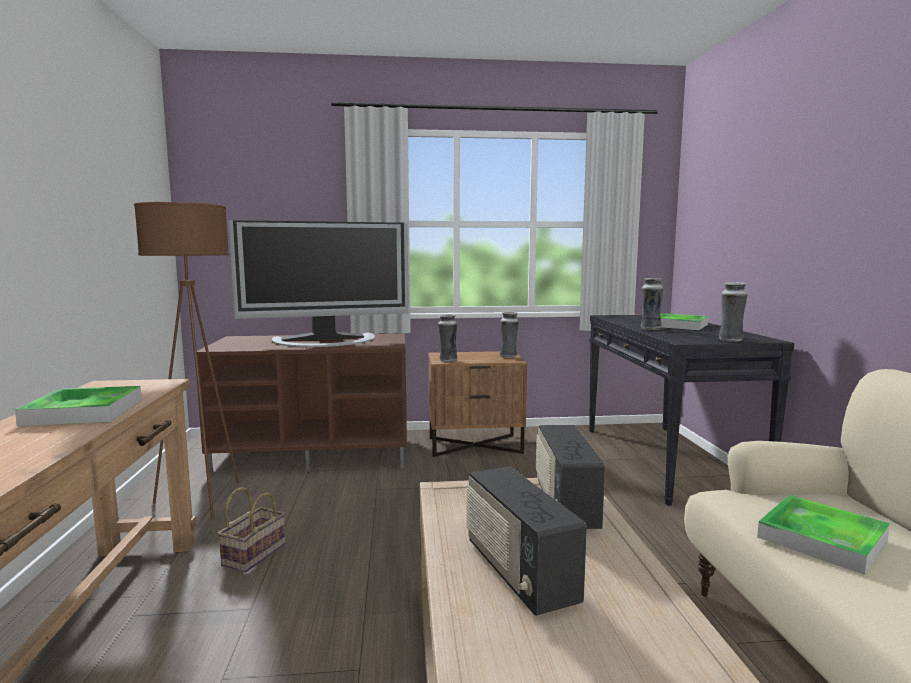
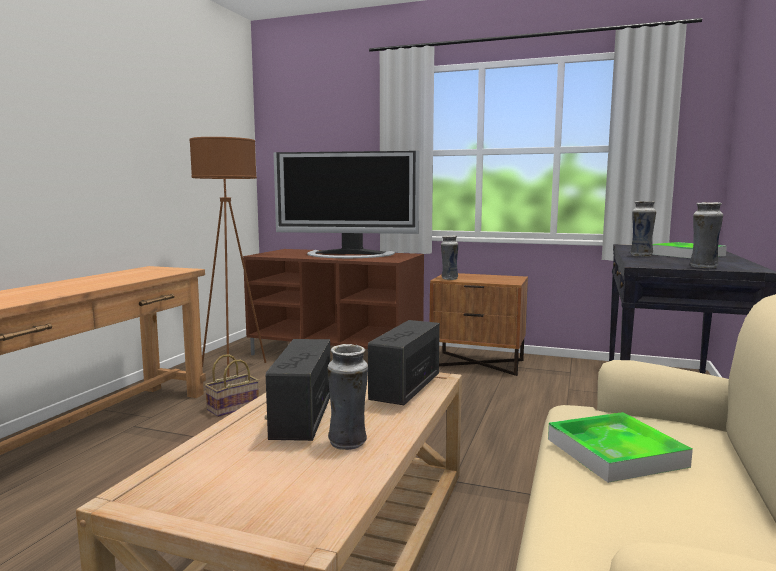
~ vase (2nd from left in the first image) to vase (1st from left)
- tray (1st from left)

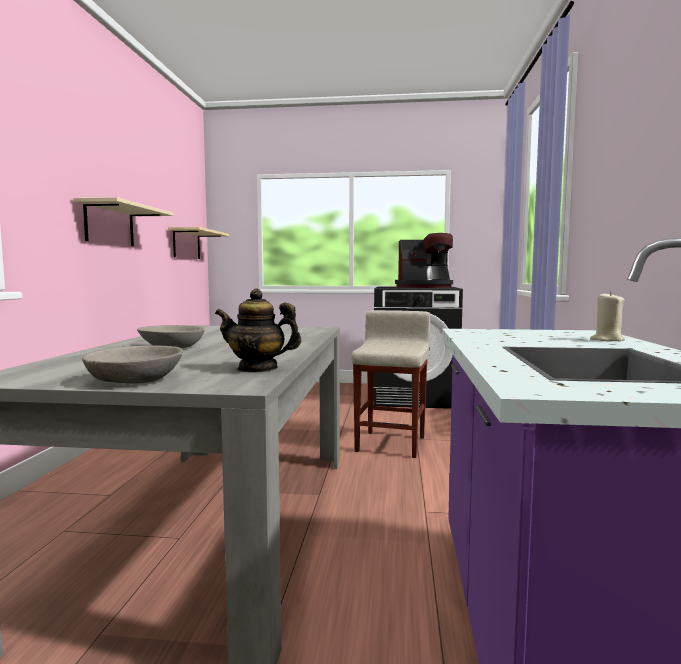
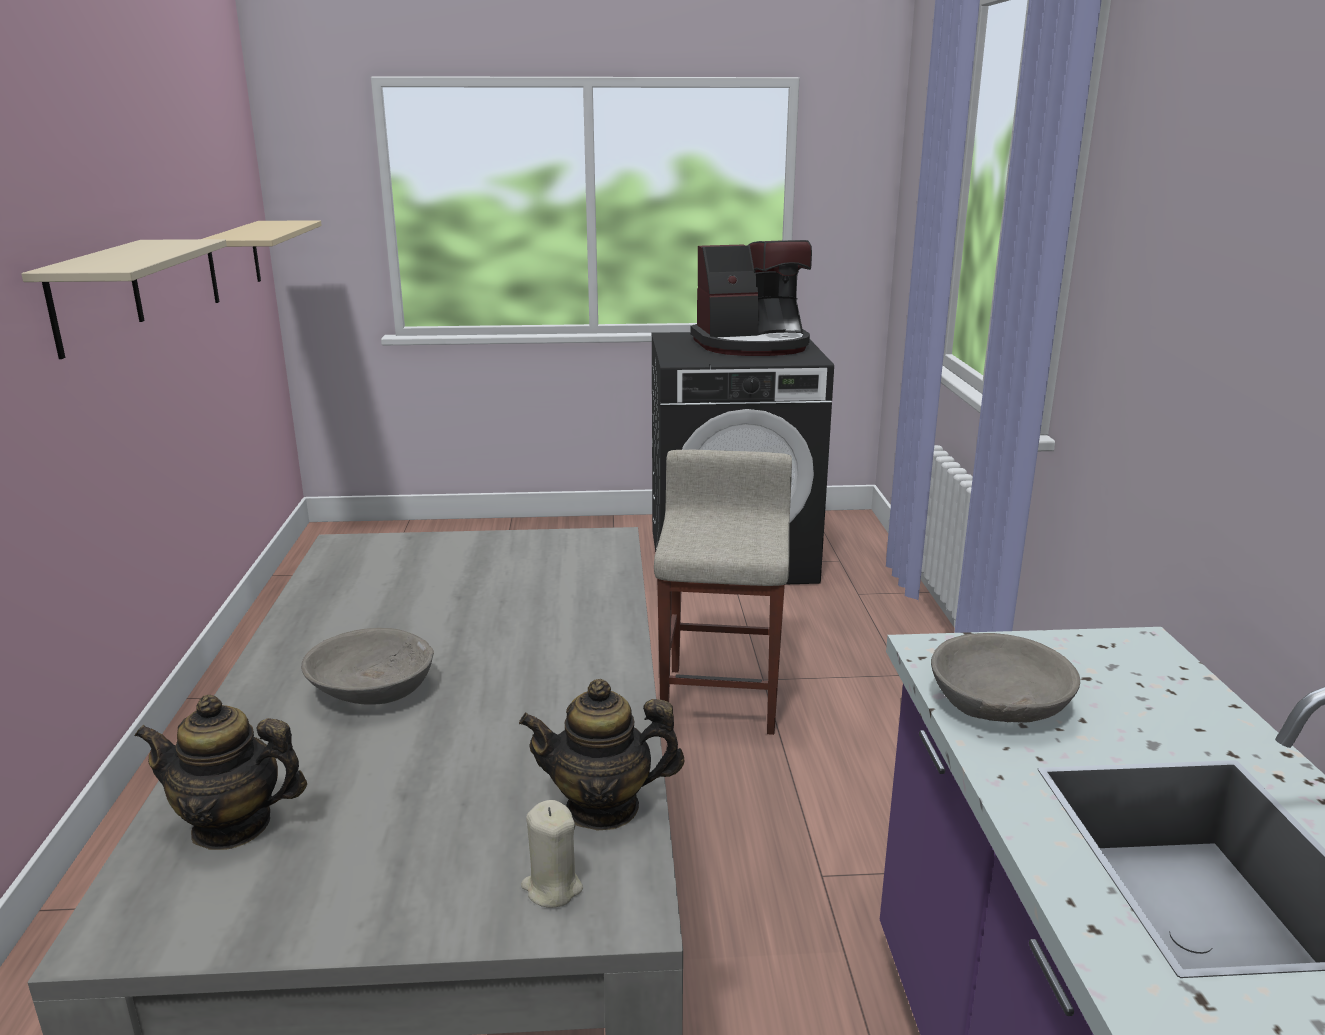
~ beige candle
~ grey bowl (1st from left in the first image) to grey bowl (2nd from left)
+ teapot (1st from left)

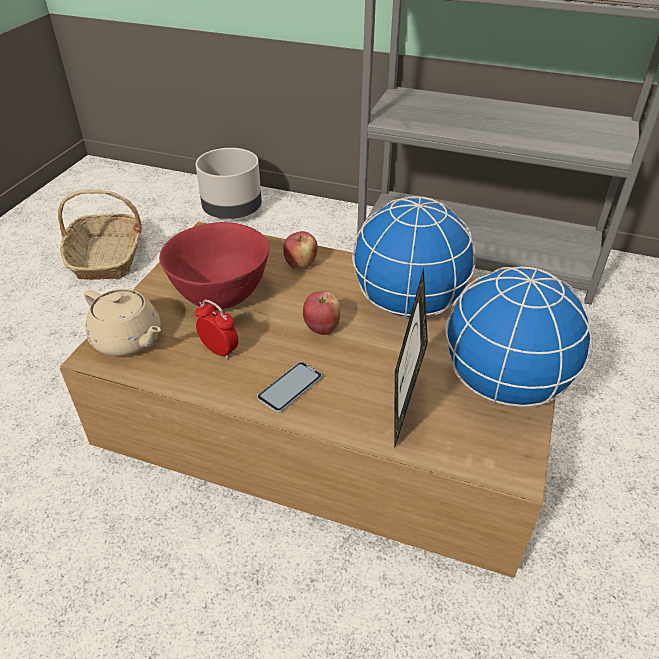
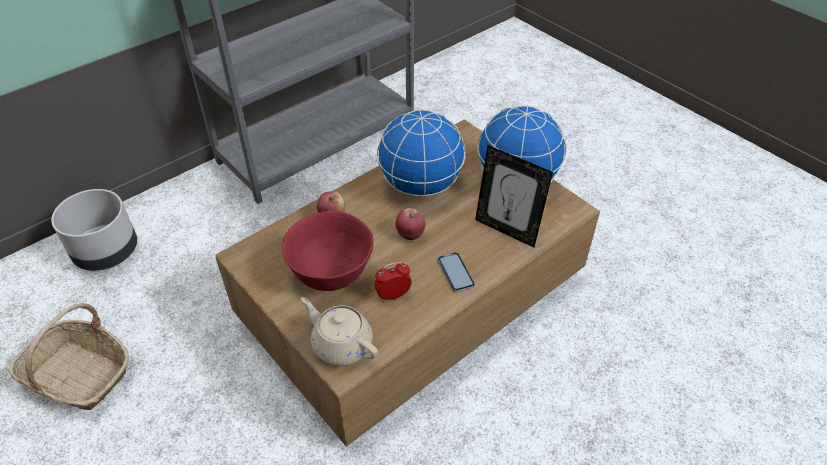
~ beige teapot 120 degrees counterclockwise

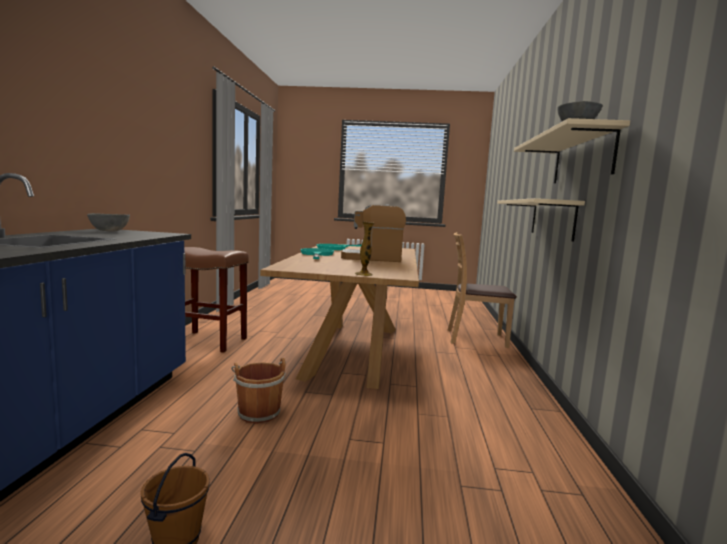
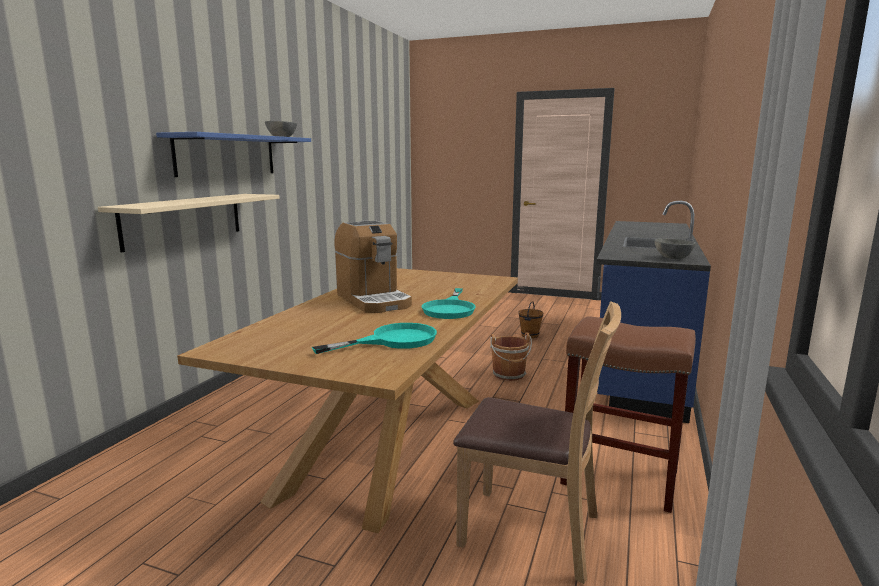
~ beige shelf (2nd from left) to blue shelf
~ coffee machine 45 degrees clockwise
- vase
~ brown chair

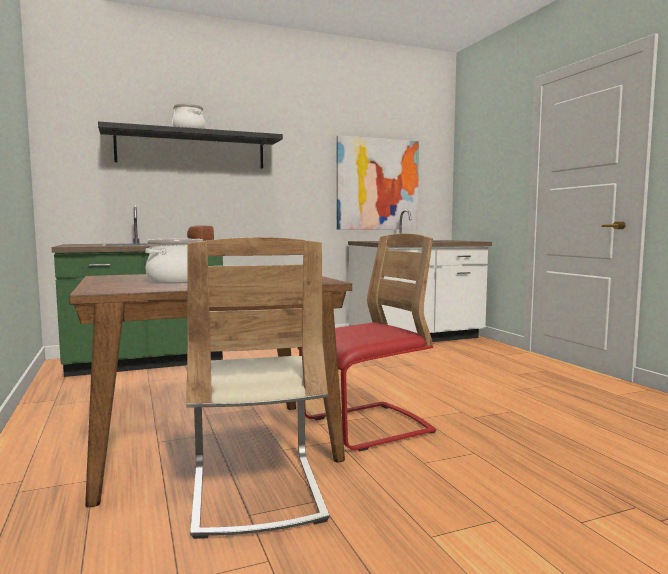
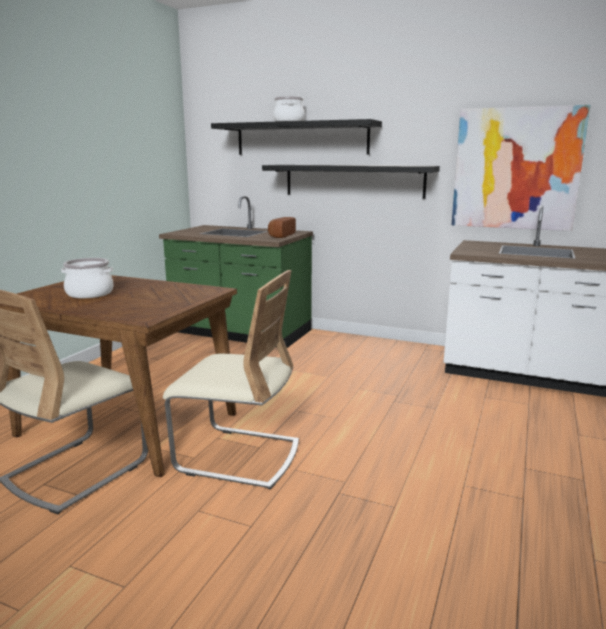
~ red chair to beige chair (2nd from left)
+ black shelf (2nd from left)

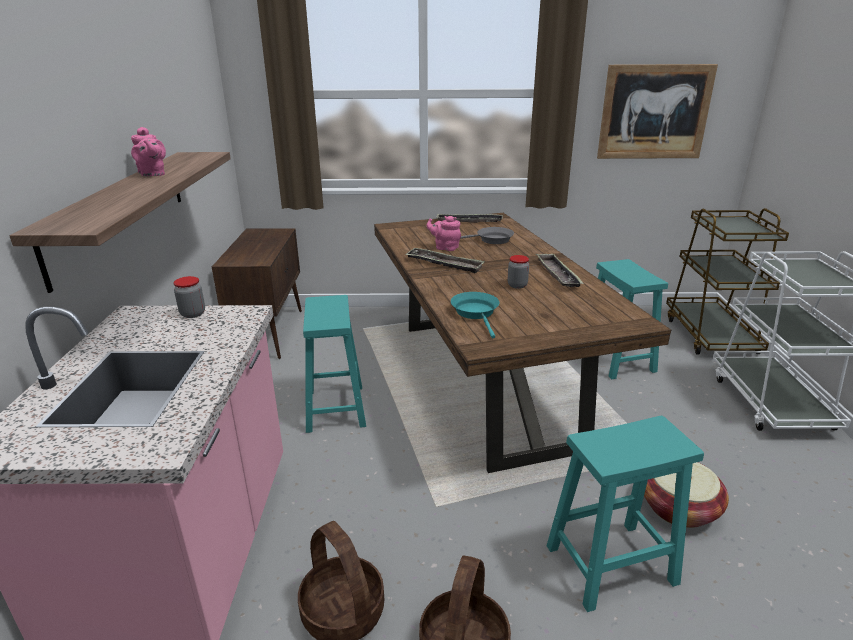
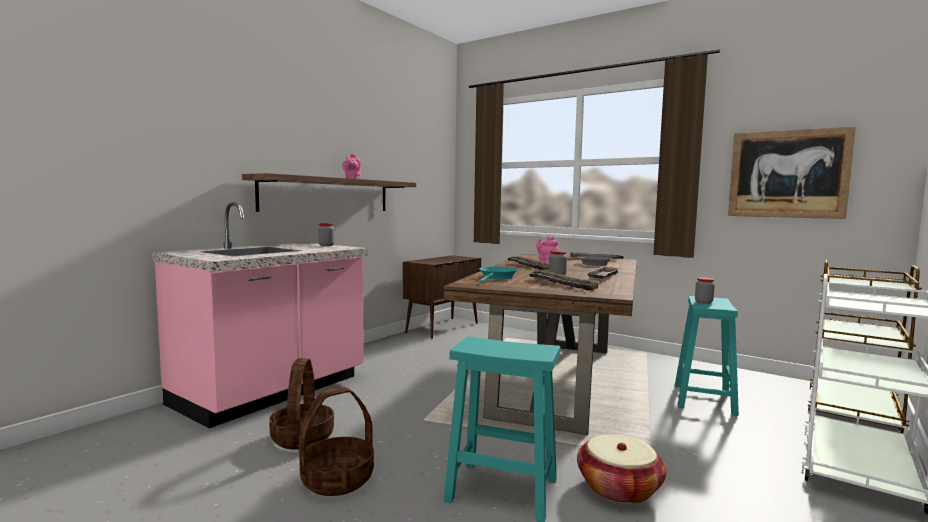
- turquoise stool (1st from left)
+ tray (2nd from left)
+ jar (3rd from left)

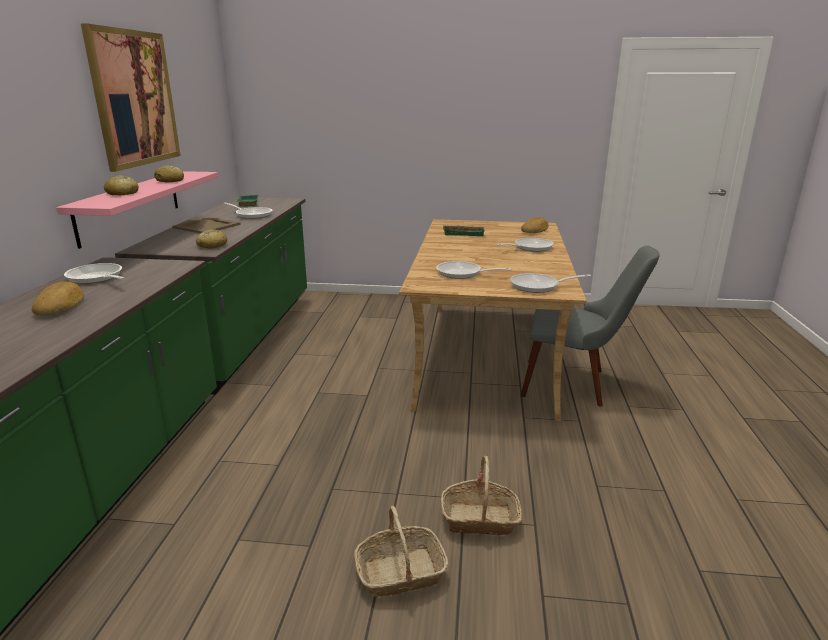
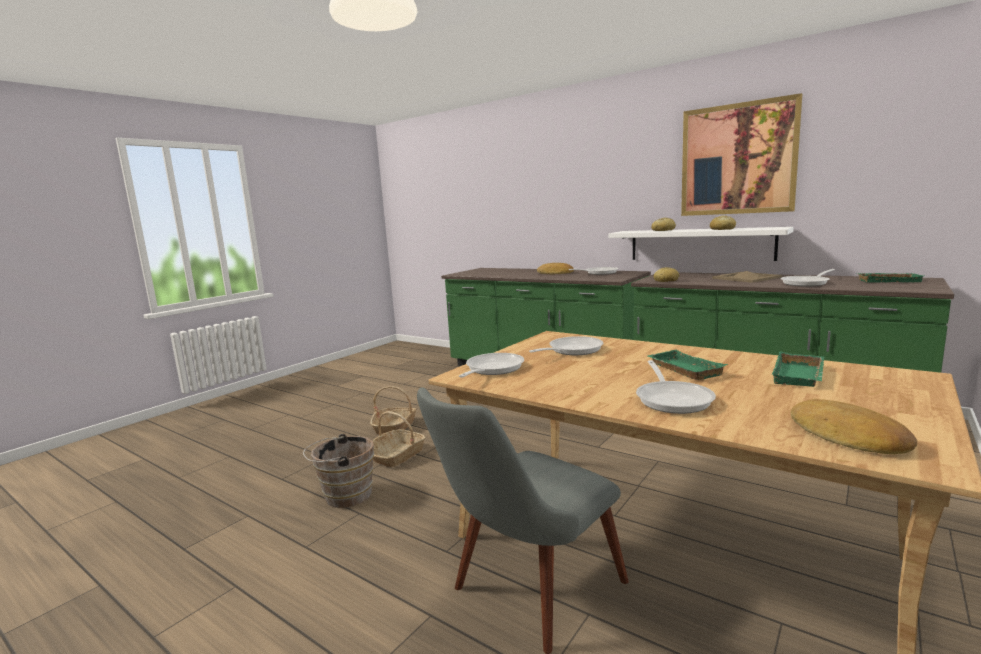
~ pink shelf to white shelf
+ green tray (1st from left)
+ brown bucket

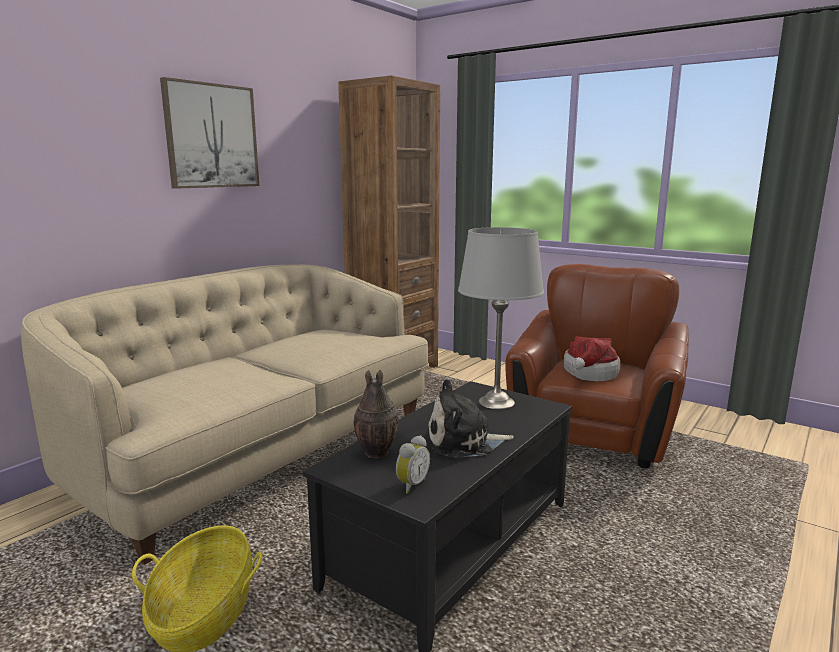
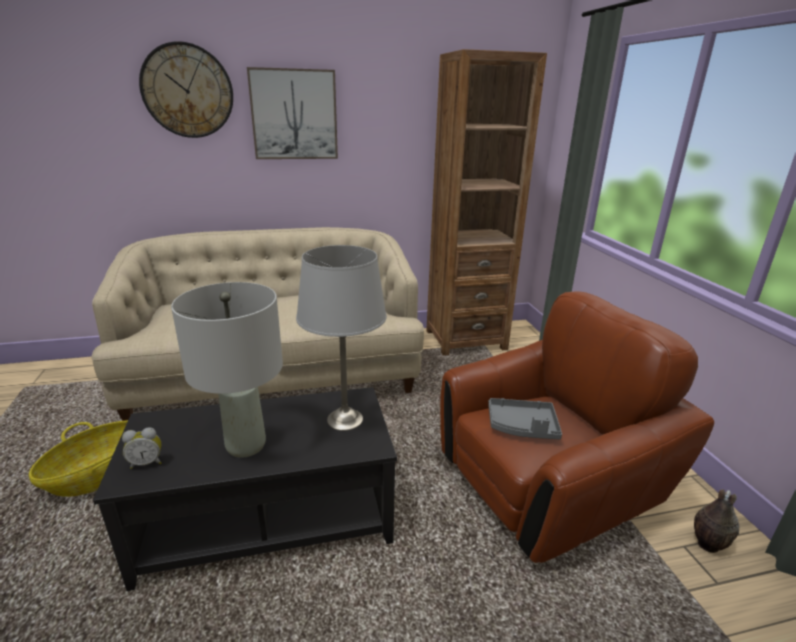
~ hat to grey tray
~ vase
~ plush toy to grey table lamp (1st from left)
+ wall clock

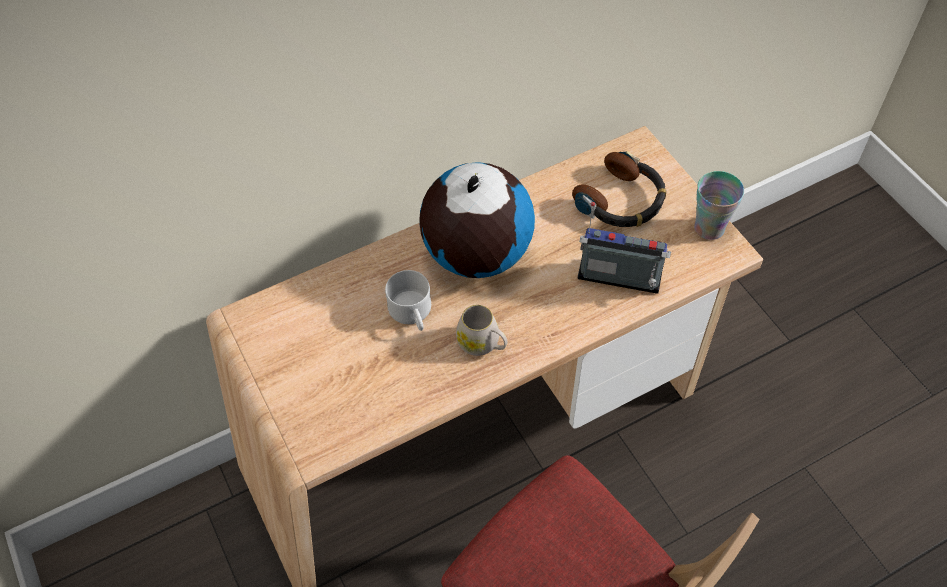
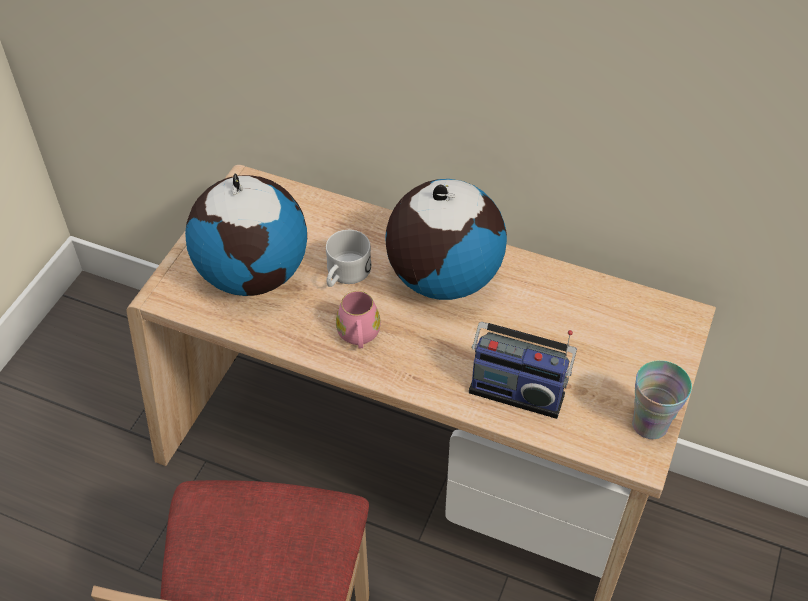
- headphones
~ radio 135 degrees clockwise
~ white mug (2nd from left) to pink mug
+ globe (1st from left)

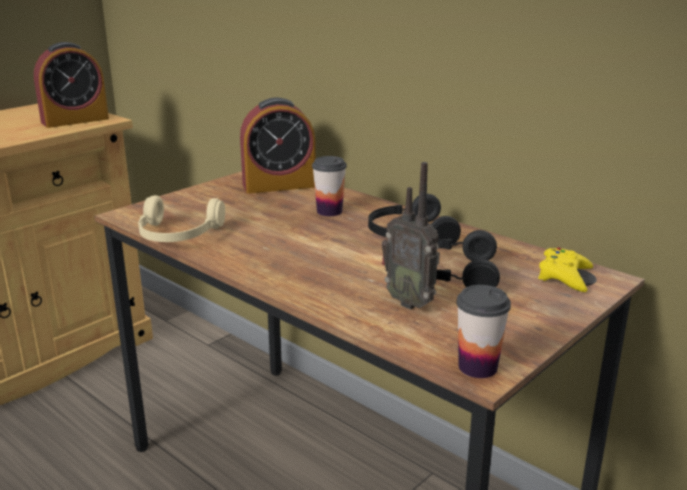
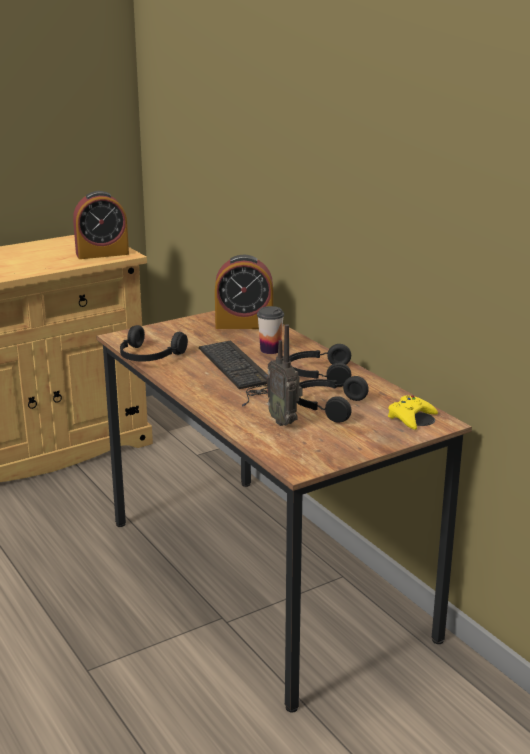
~ beige headphones to black headphones (1st from left)
- cup (2nd from left)
+ keyboard

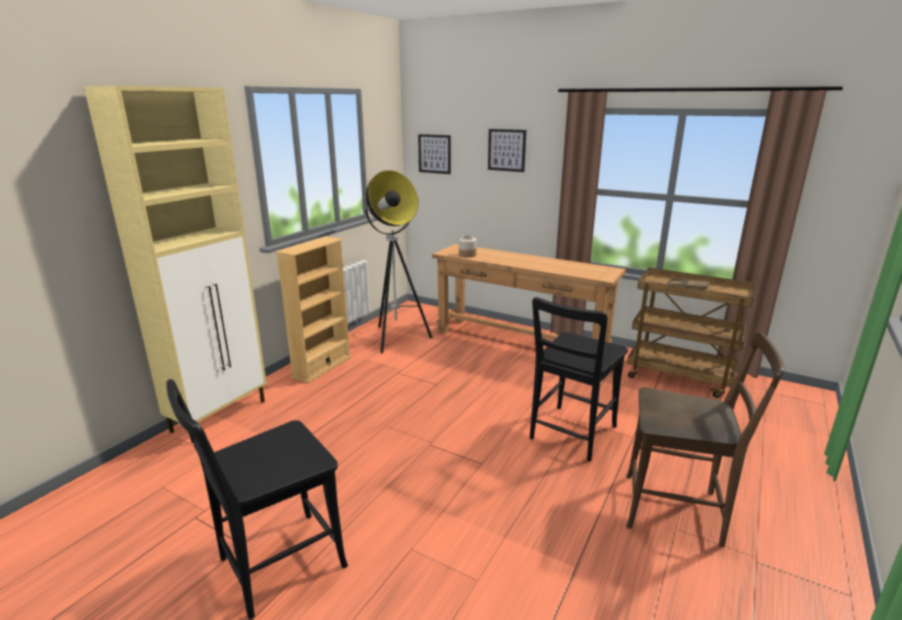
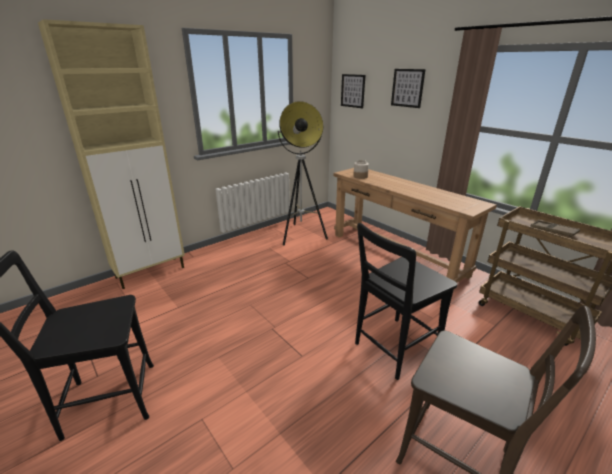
- beige bookcase

